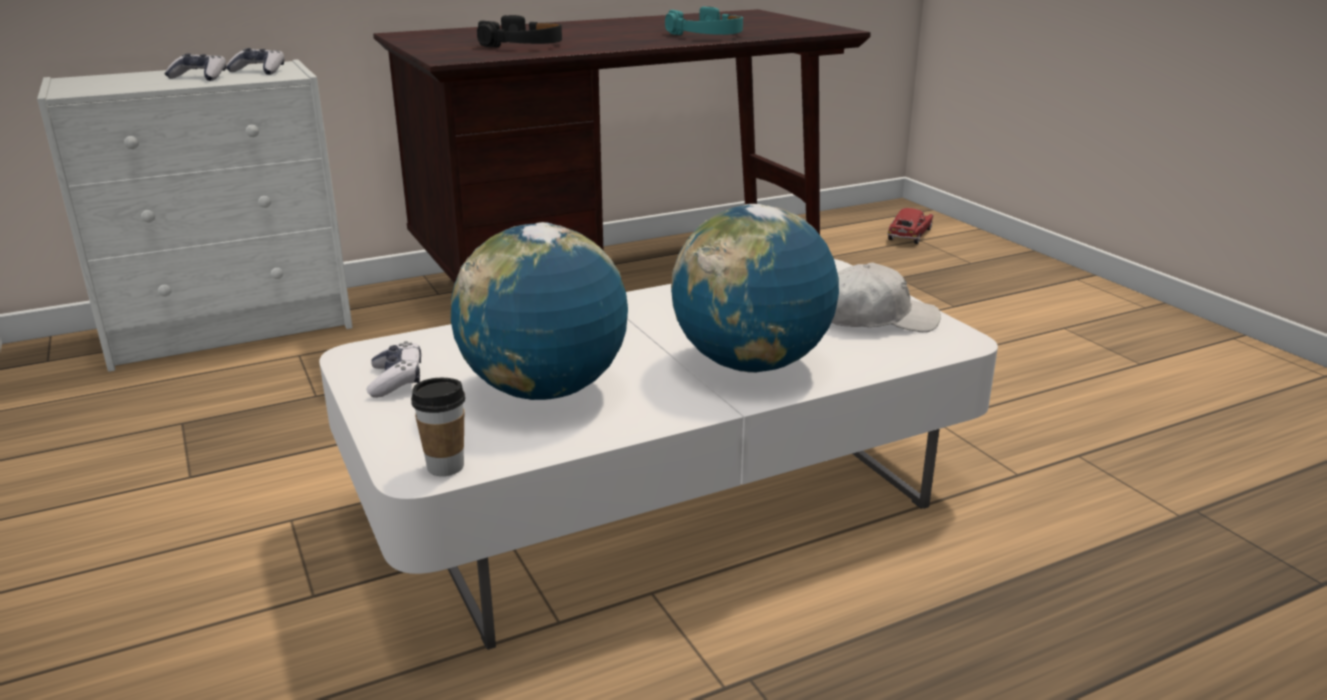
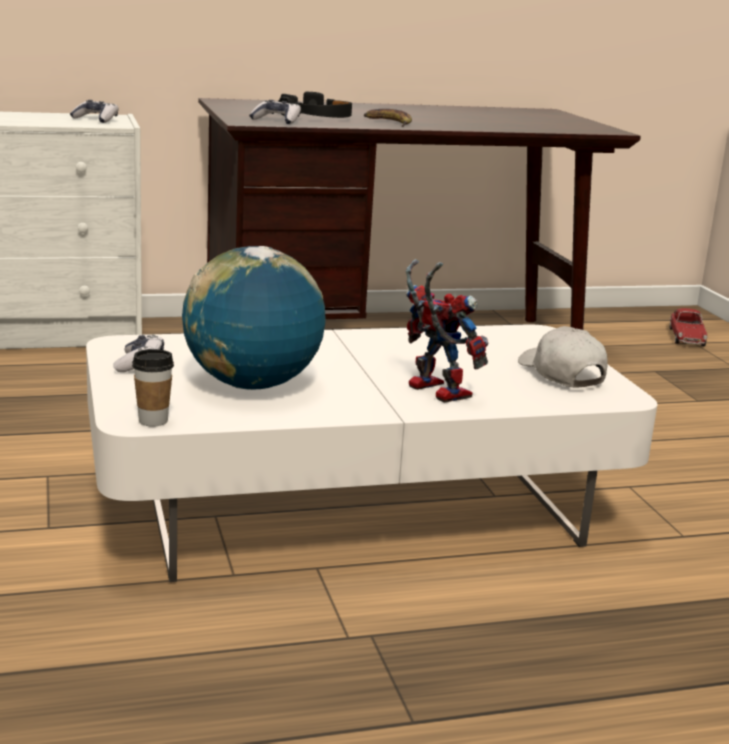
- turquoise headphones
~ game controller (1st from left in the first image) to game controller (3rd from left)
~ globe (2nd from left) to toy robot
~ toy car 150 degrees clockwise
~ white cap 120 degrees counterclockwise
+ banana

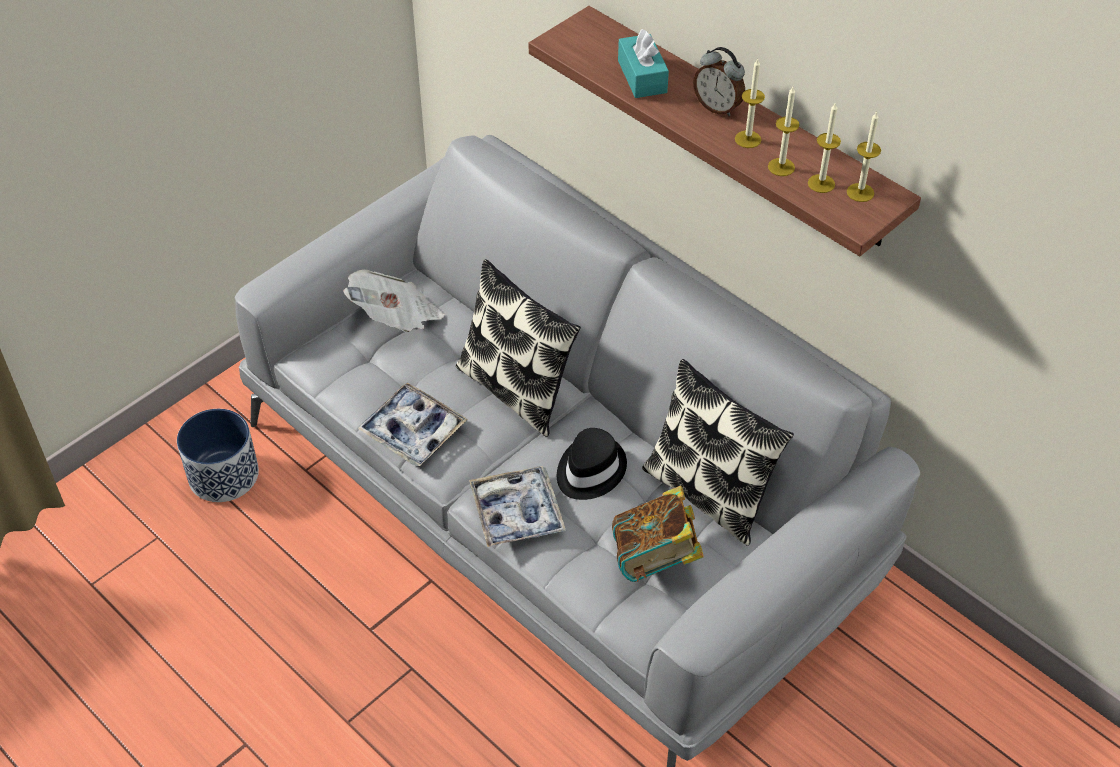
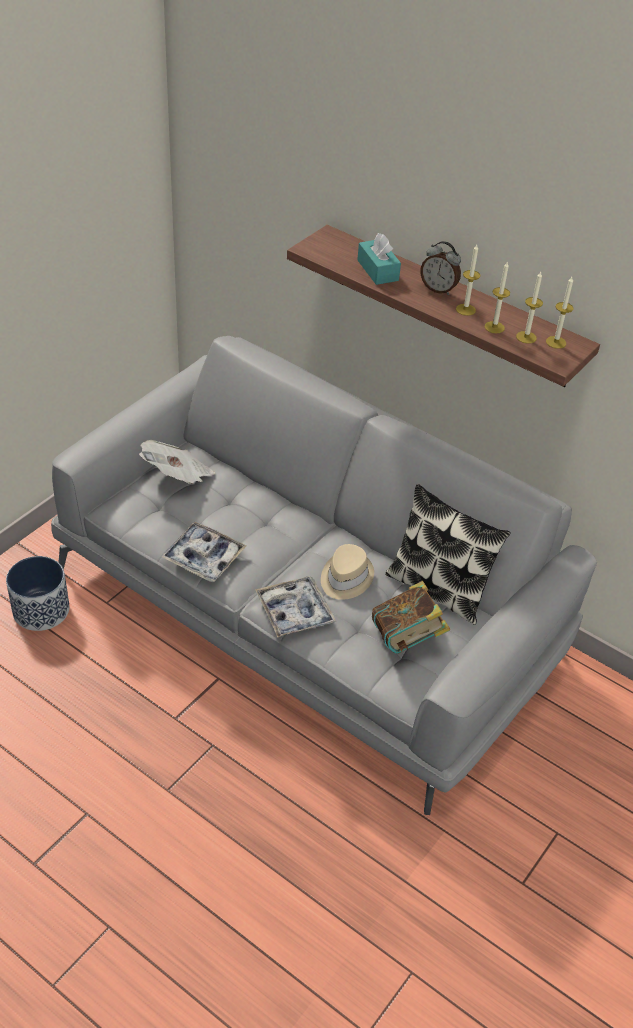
- pillow (1st from left)
~ black hat to beige hat

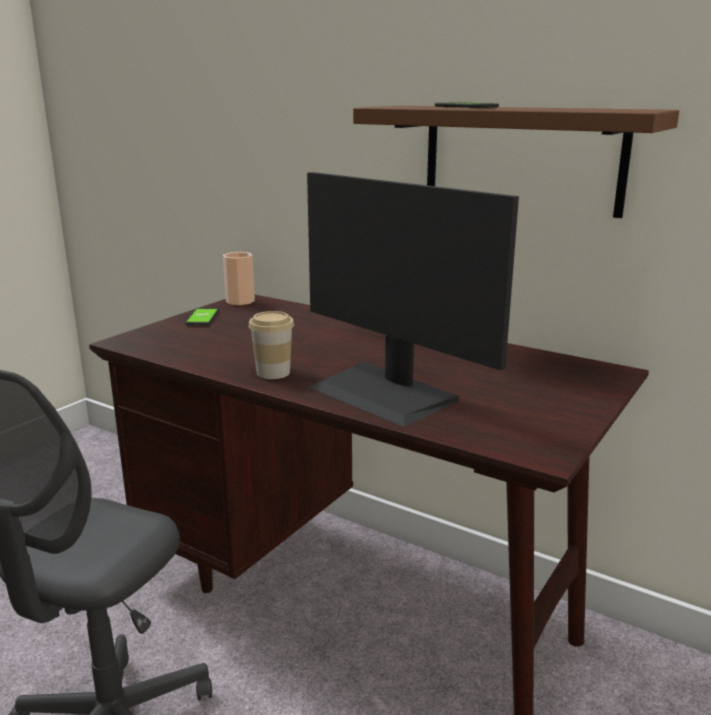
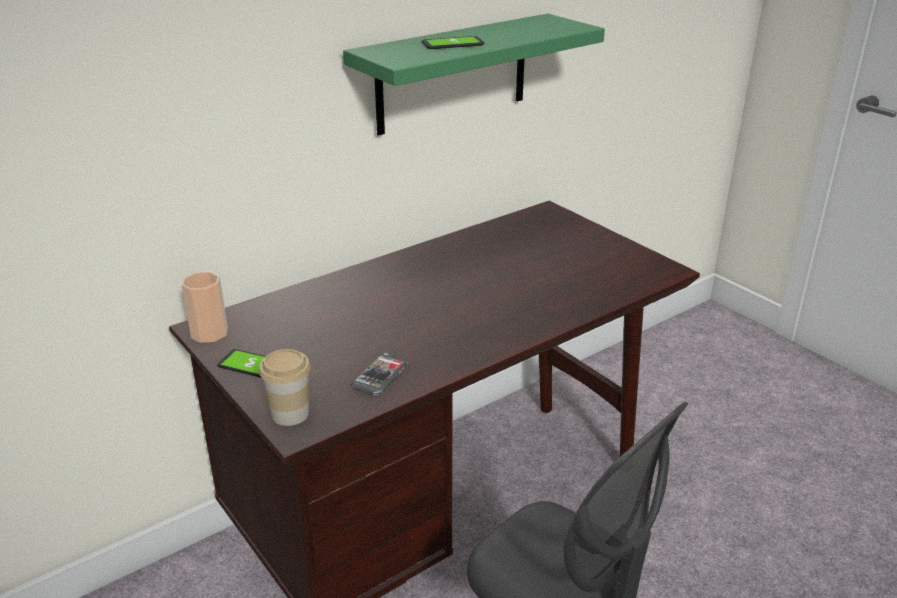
~ brown shelf to green shelf
- monitor
~ cup (2nd from left)
+ phone (2nd from left)

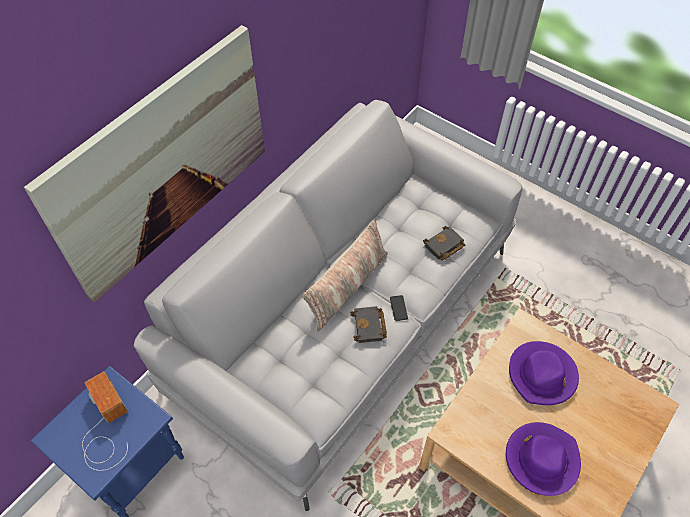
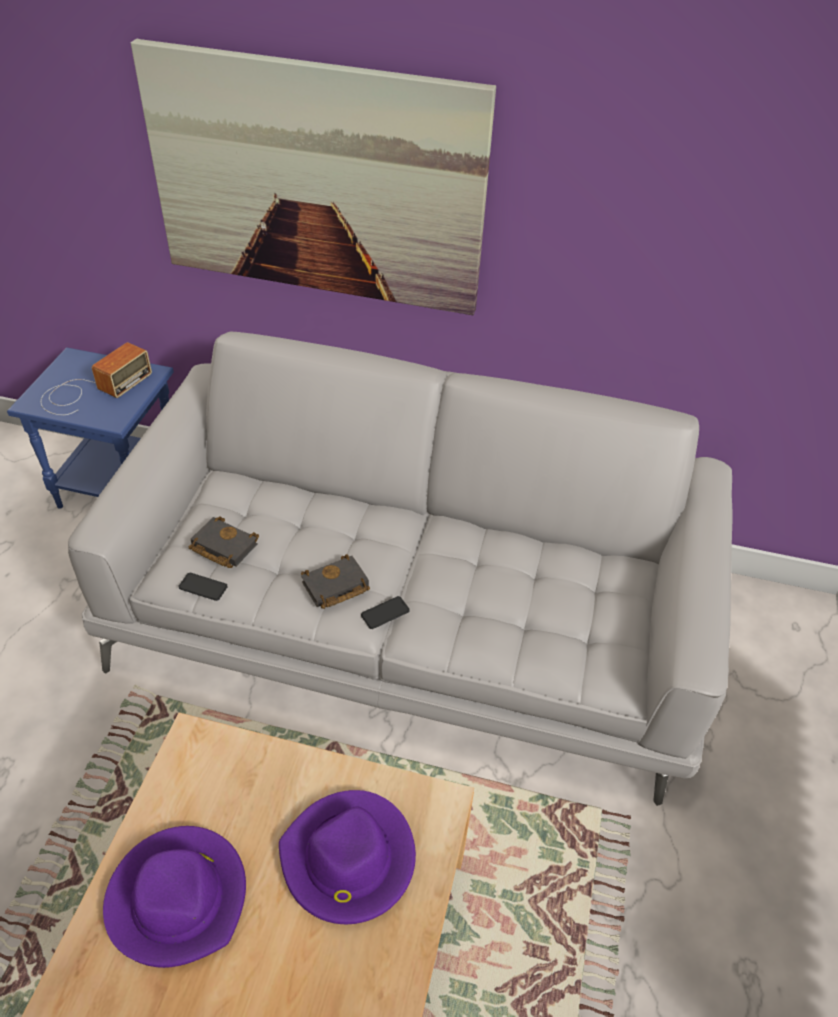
- pillow
~ black book (2nd from left in the first image) to black book (1st from left)
+ phone (1st from left)

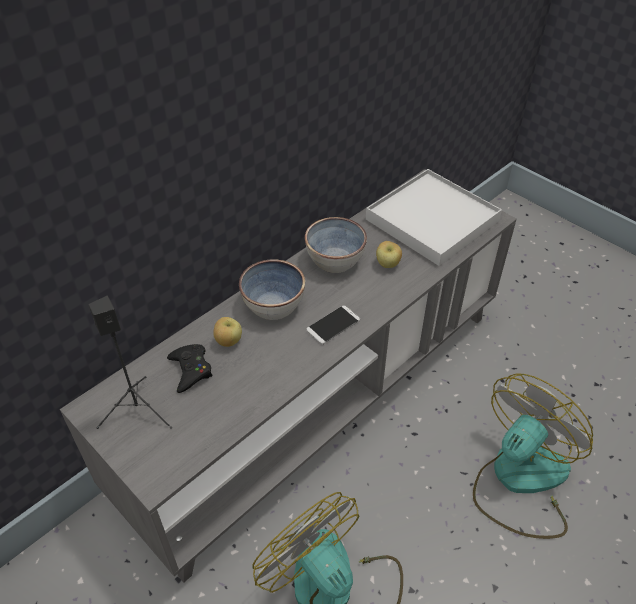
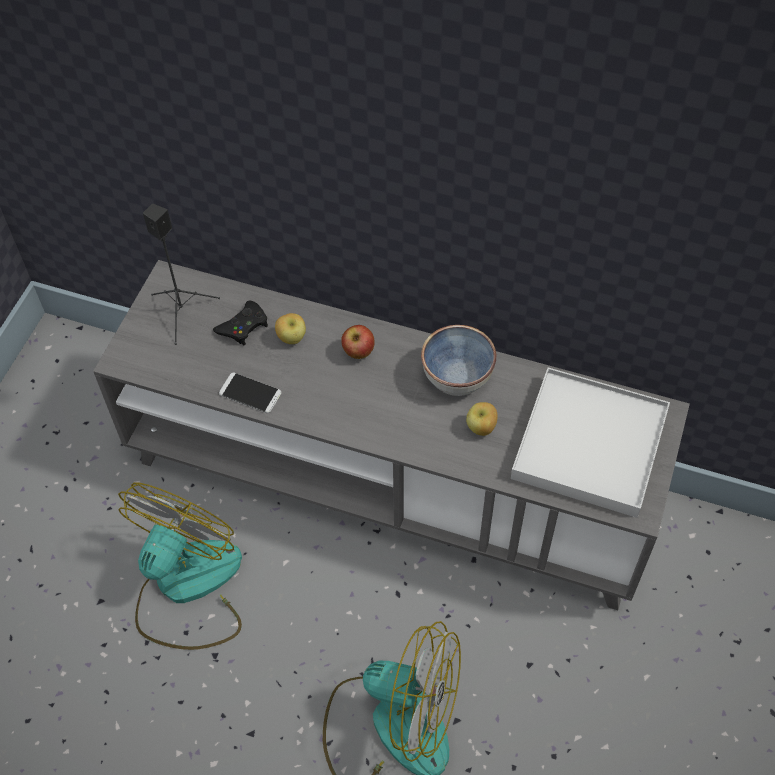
~ bowl (1st from left) to apple (2nd from left)
~ phone

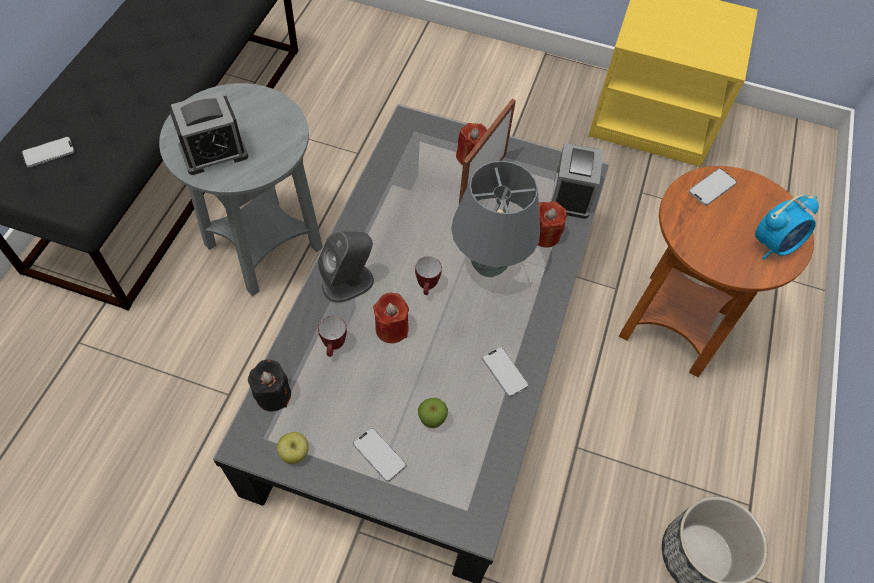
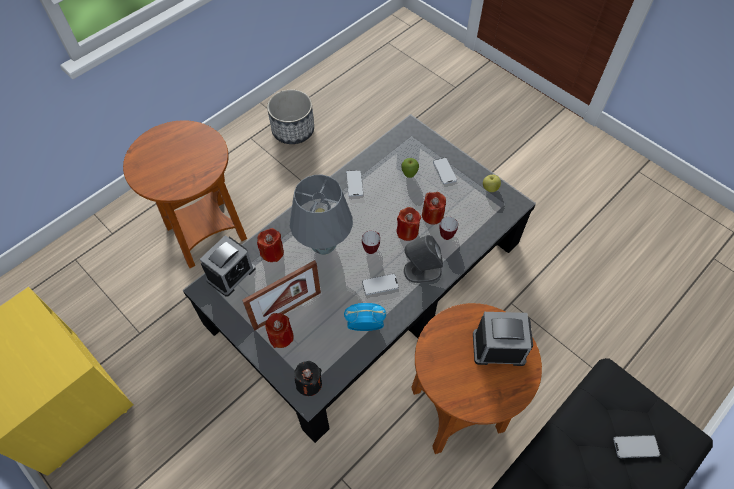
~ grey side table to brown side table (2nd from left)
~ phone (4th from left in the first image) to phone (2nd from left)
~ alarm clock (3rd from left in the first image) to alarm clock (2nd from left)
~ black candle
+ red candle (4th from left)

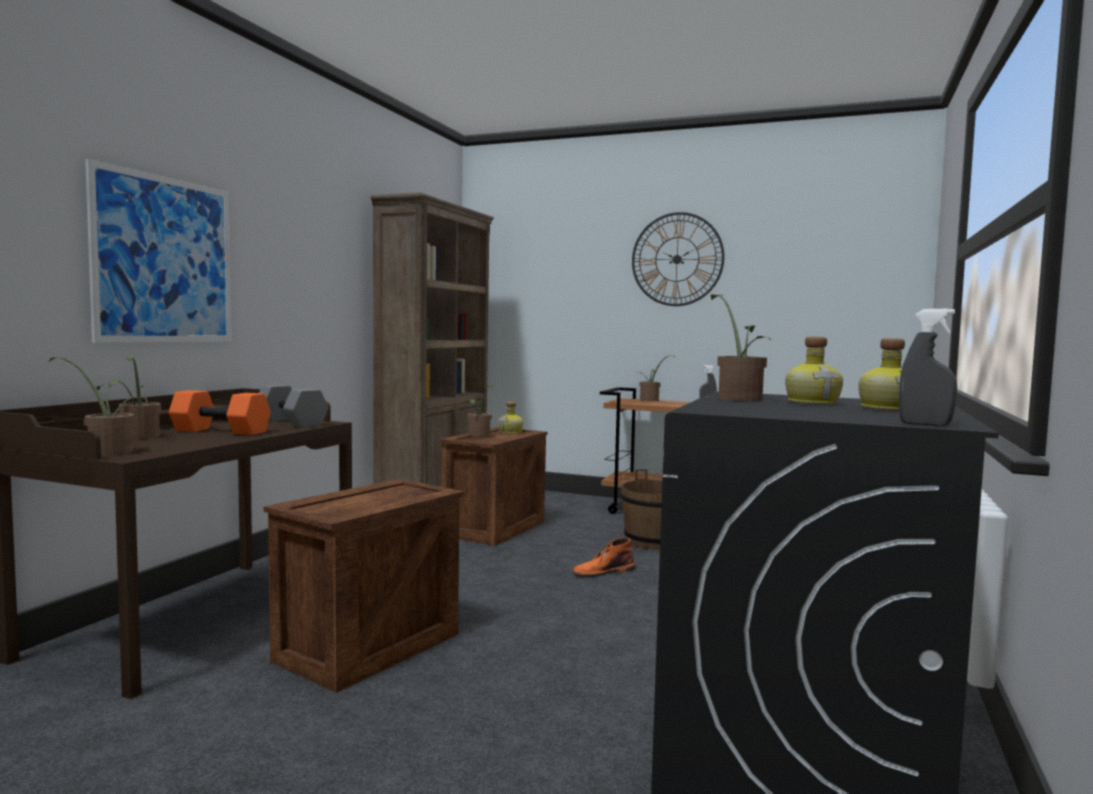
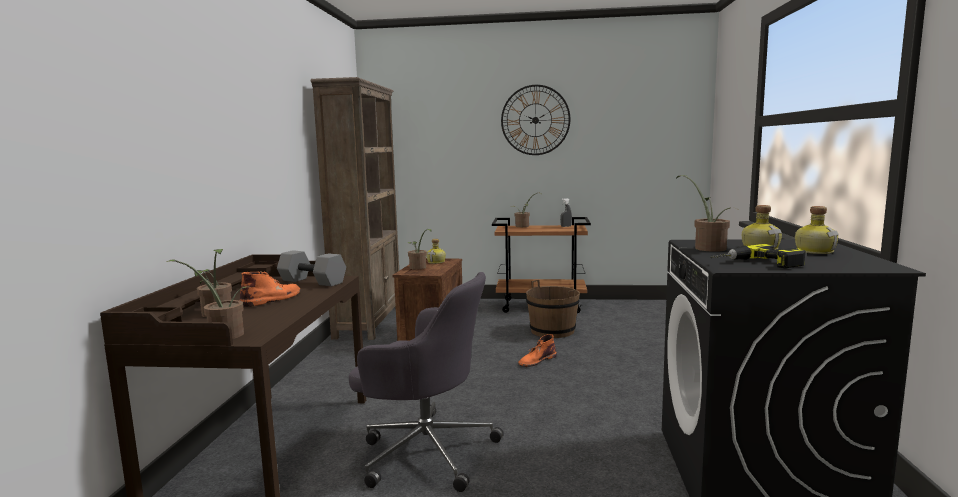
- picture
- grey spray bottle (2nd from left)
~ orange dumbbell to orange boot (1st from left)
~ crate (1st from left) to grey office chair
+ power drill

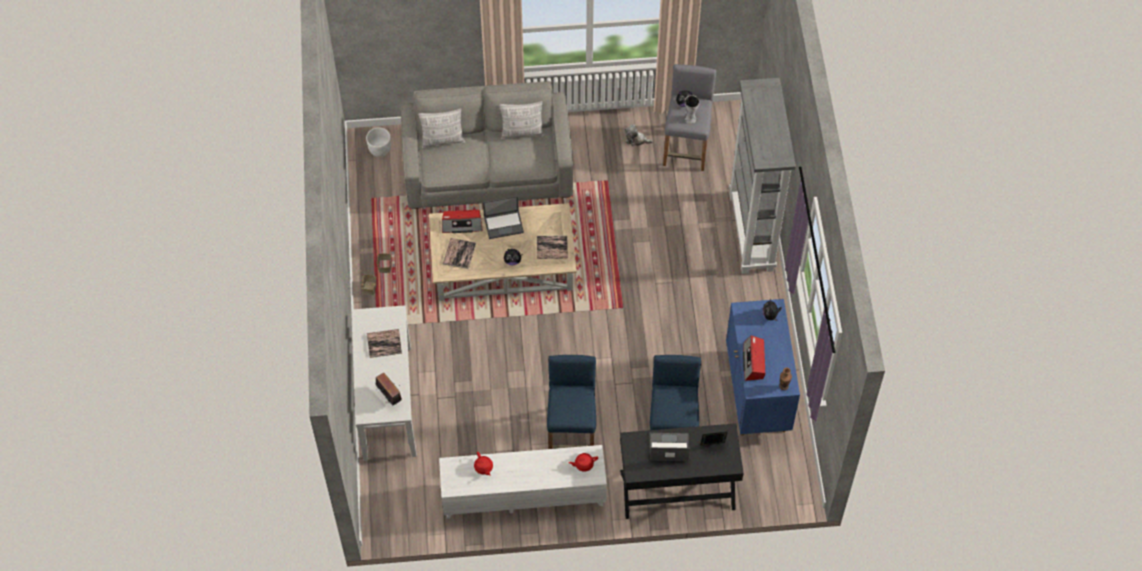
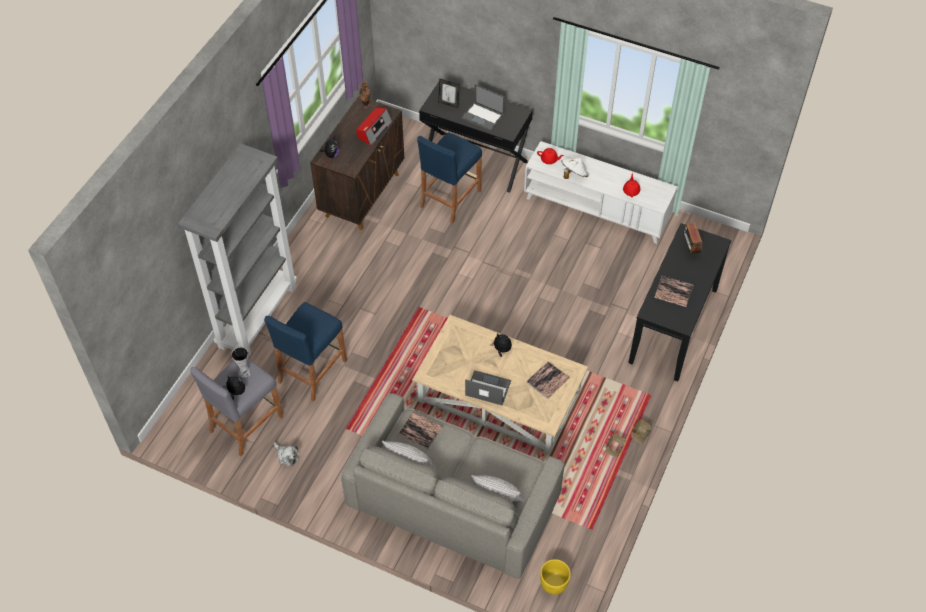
~ white planter to yellow planter
- radio (2nd from left)
~ book (3rd from left in the first image) to book (1st from left)
~ blue cabinet to brown cabinet
~ white console table to black console table
~ blue stool (1st from left)
+ white hat

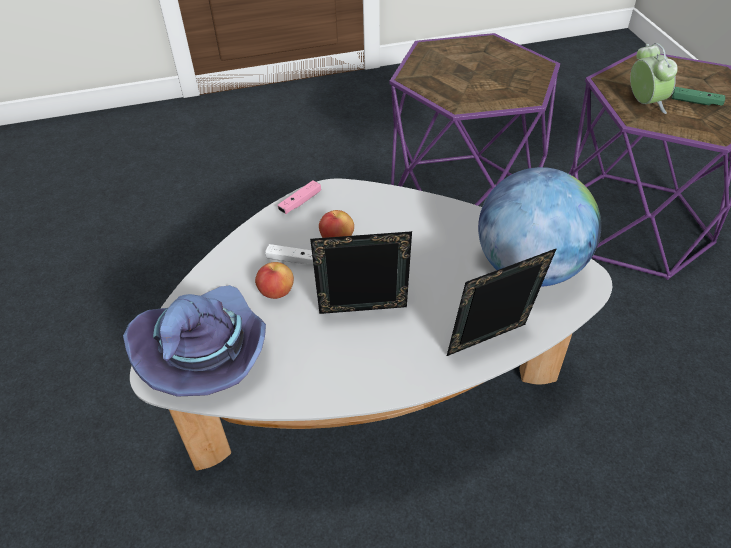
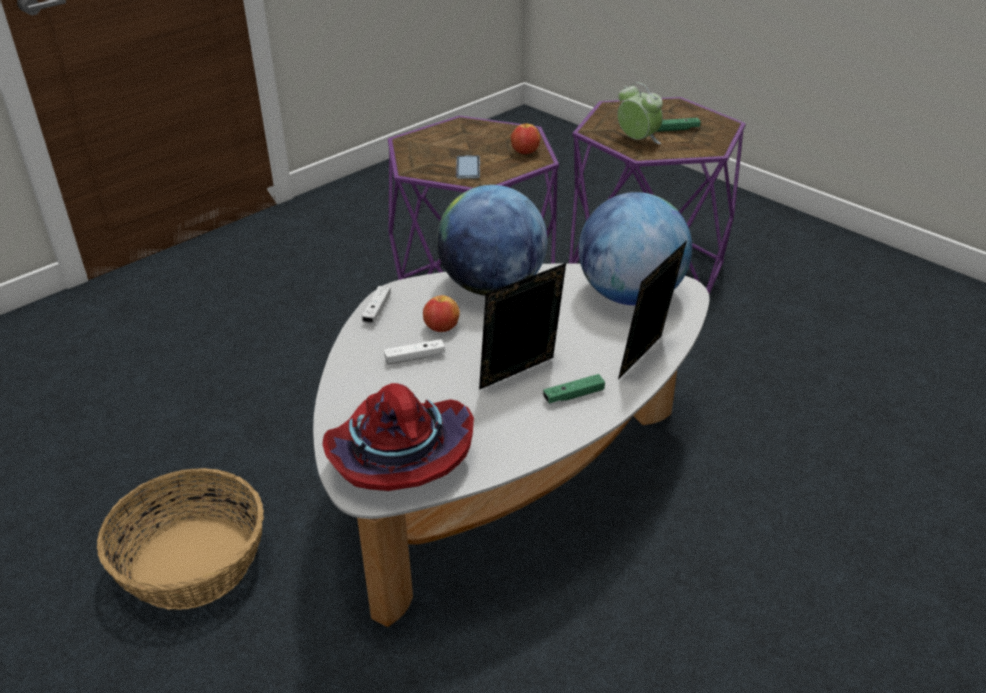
~ pink game controller to white game controller (1st from left)
~ apple (1st from left in the first image) to apple (2nd from left)
~ purple hat to red hat
+ phone
+ globe (1st from left)
+ green game controller (1st from left)
+ basket

